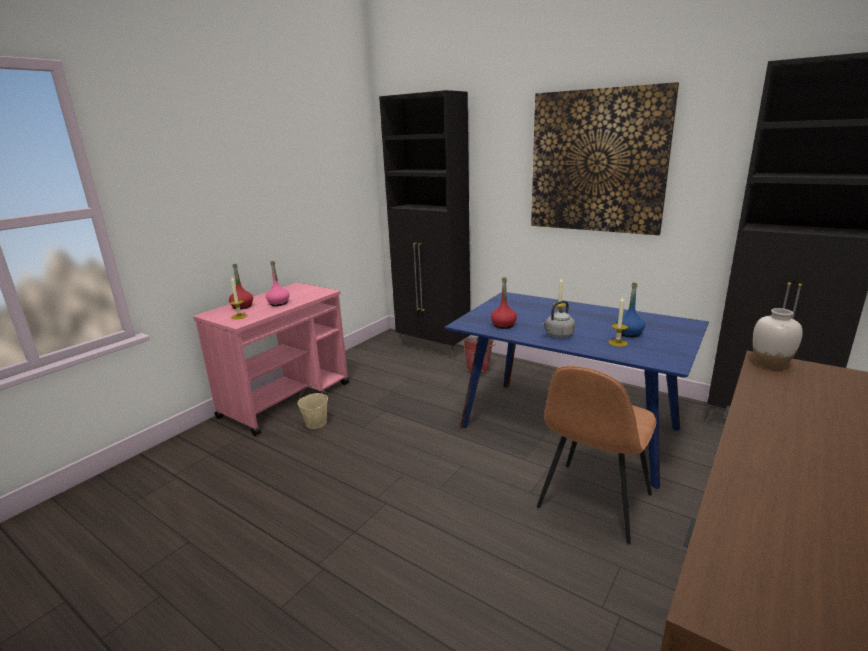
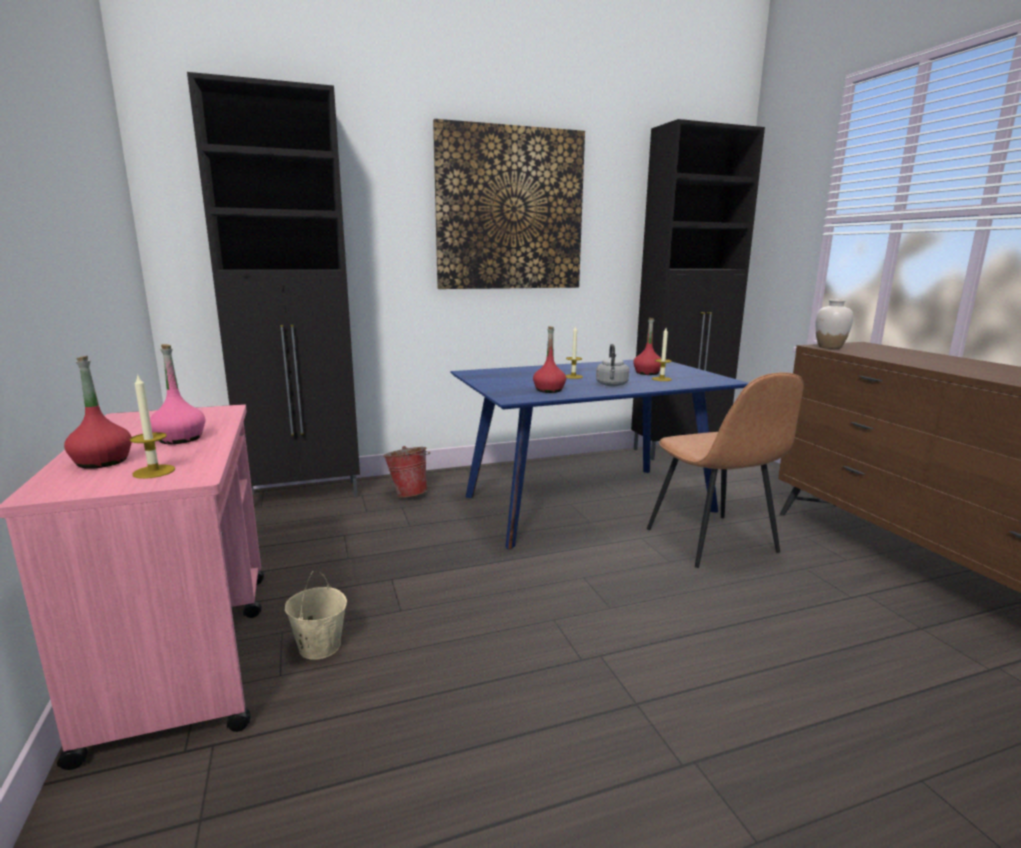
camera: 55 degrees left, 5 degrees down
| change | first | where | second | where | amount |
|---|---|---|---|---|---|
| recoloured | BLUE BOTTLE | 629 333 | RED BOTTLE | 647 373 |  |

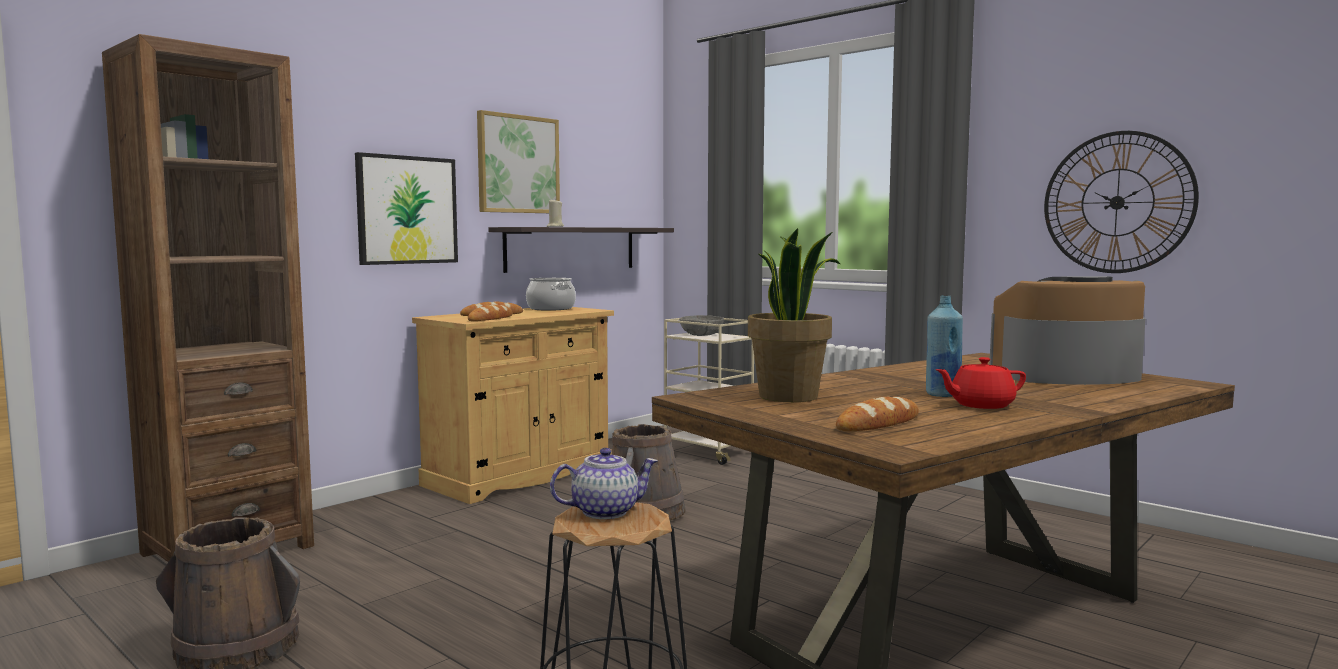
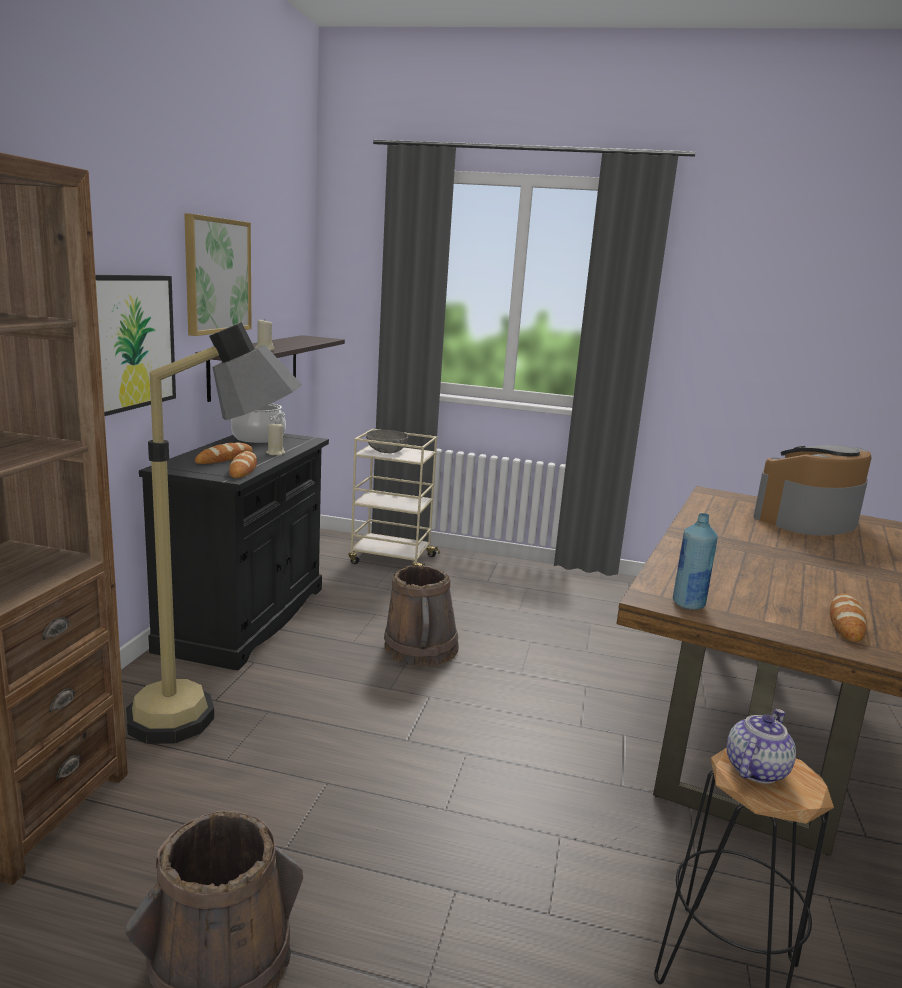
camera: 30 degrees left, 10 degrees up
| change | first | where | second | where | amount |
|---|---|---|---|---|---|
| added |  |  | FLOOR LAMP | 211 718 |  |
| recoloured | BEIGE CABINET | 520 475 | BLACK CABINET | 245 618 |  |
| added |  |  | BEIGE CANDLE | 275 453 |  |
| moved | BLUE BOTTLE | 942 394 |  | 688 604 |  |
| removed | POTTED PLANT | 790 396 |  |  |  |
| removed | RED TEAPOT | 980 405 |  |  |  |
| removed | WALL CLOCK | 1117 202 |  |  |  |

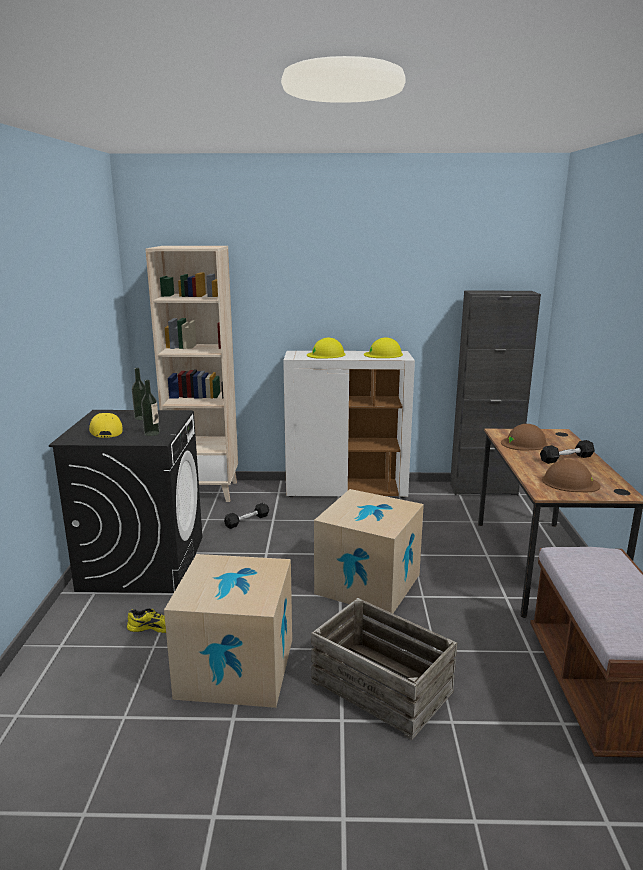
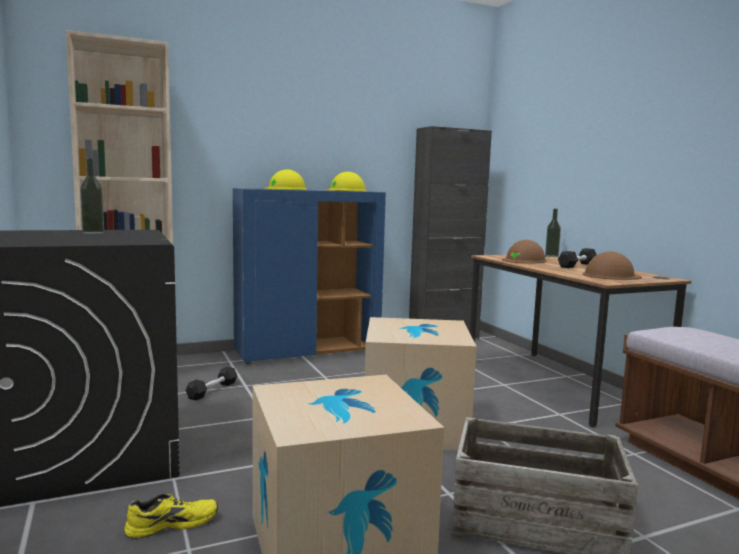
camera: 25 degrees left, 10 degrees down
| change | first | where | second | where | amount |
|---|---|---|---|---|---|
| recoloured | WHITE CABINET | 347 490 | BLUE CABINET | 308 351 |  |
| moved | BOTTLE | 152 433 |  | 551 256 |  |
| removed | YELLOW CAP | 106 431 |  |  |  |

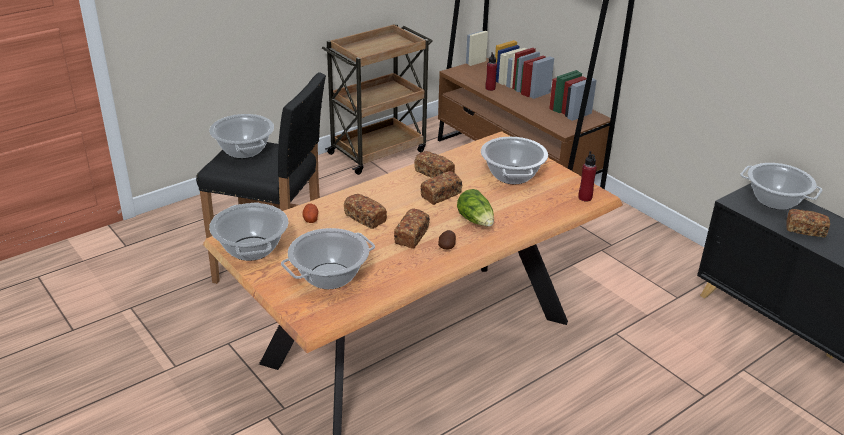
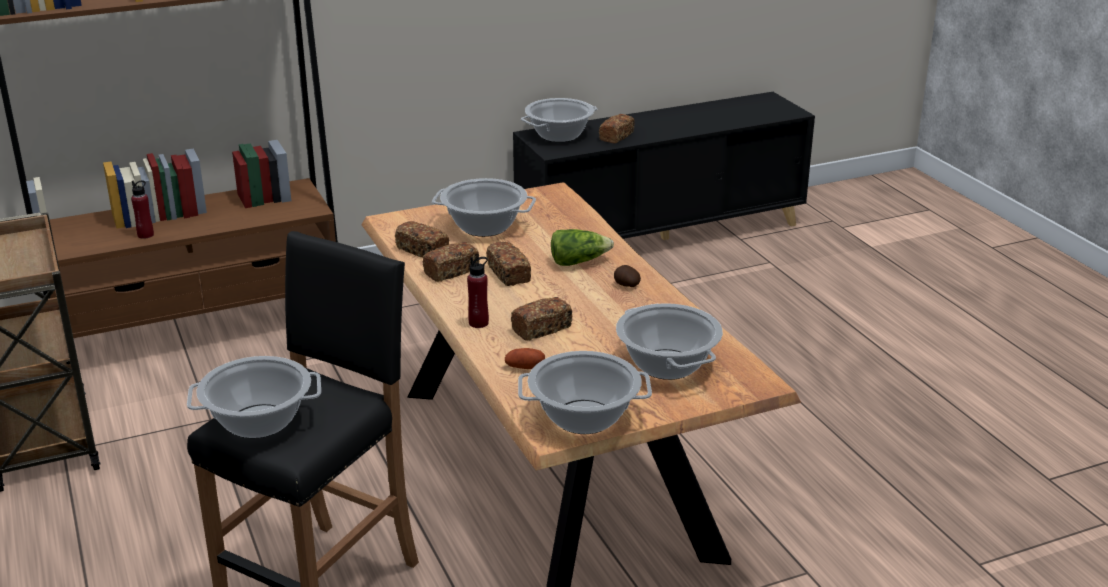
camera: 75 degrees left, 5 degrees down
| change | first | where | second | where | amount |
|---|---|---|---|---|---|
| moved | BREAD | 412 236 |  | 422 250 |  |
| moved | RED BOTTLE | 585 197 |  | 478 323 |  |

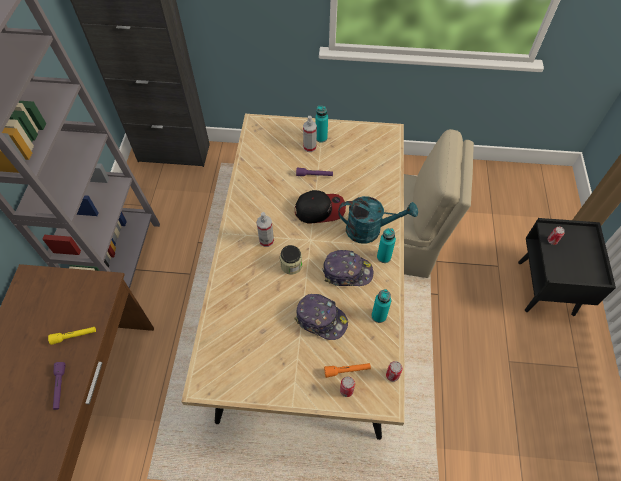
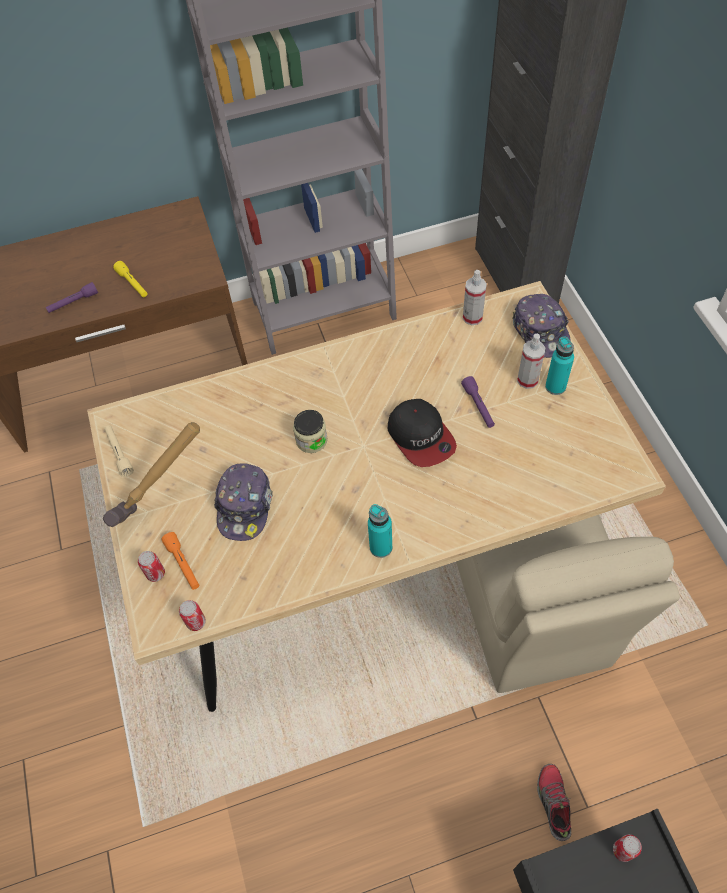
camera: 70 degrees right, 0 degrees up
| change | first | where | second | where | amount |
|---|---|---|---|---|---|
| added |  |  | HAMMER | 166 503 |  |
| added |  |  | BEIGE FLASHLIGHT | 119 453 |  |
| moved | SPRAY BOTTLE | 266 241 |  | 472 317 |  |
| moved | CAP | 347 272 |  | 541 331 |  |
| added |  |  | SHOE | 553 802 |  |
| removed | TURQUOISE WATERING CAN | 370 230 |  |  |  |
| removed | TURQUOISE BOTTLE | 379 316 |  |  |  |

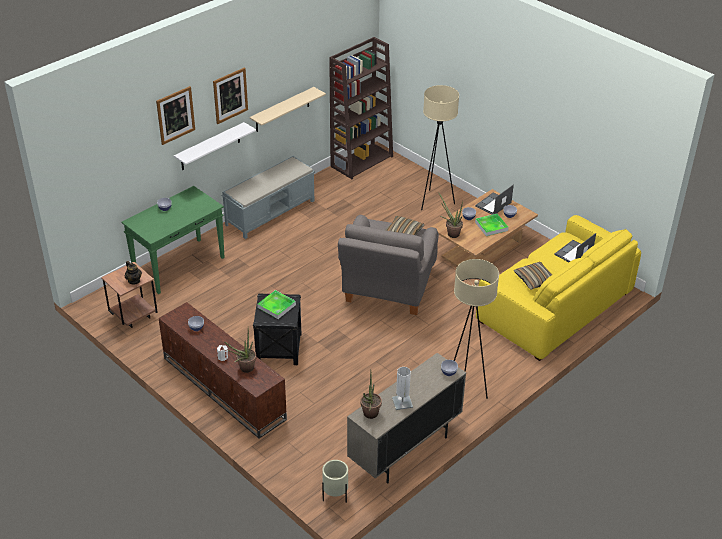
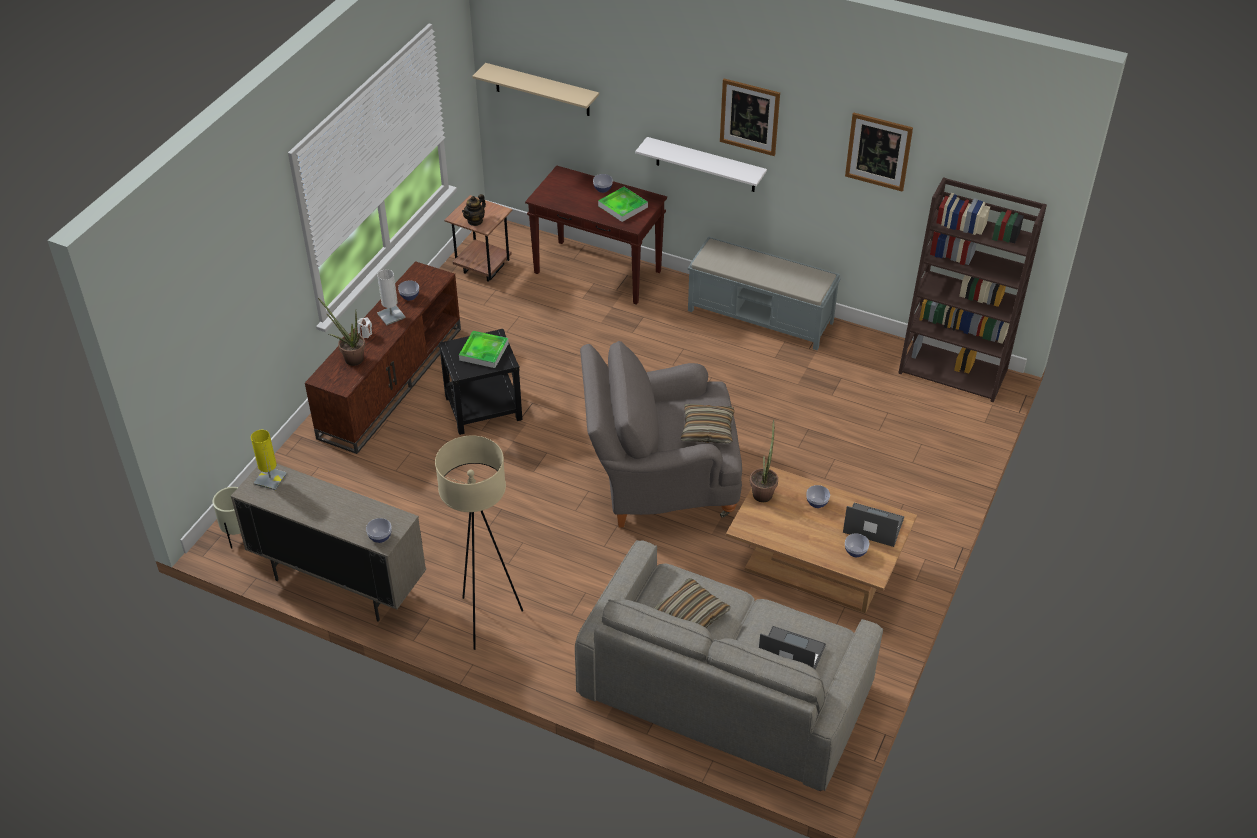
camera: 70 degrees right, 5 degrees up
| change | first | where | second | where | amount |
|---|---|---|---|---|---|
| replaced | POTTED PLANT | 369 415 | YELLOW TABLE LAMP | 270 479 |  |
| moved | WHITE TABLE LAMP | 402 402 |  | 391 315 |  |
| moved | BEIGE SHELF | 282 110 |  | 542 90 |  |
| recoloured | GREEN CONSOLE TABLE | 179 266 | BROWN CONSOLE TABLE | 599 272 |  |
| recoloured | YELLOW SOFA | 555 307 | GREY SOFA | 724 692 |  |
| moved | TRAY | 491 226 |  | 623 206 |  |
| moved | PICTURE | 175 115 |  | 878 151 |  |
| removed | BEIGE FLOOR LAMP | 434 201 |  |  |  |

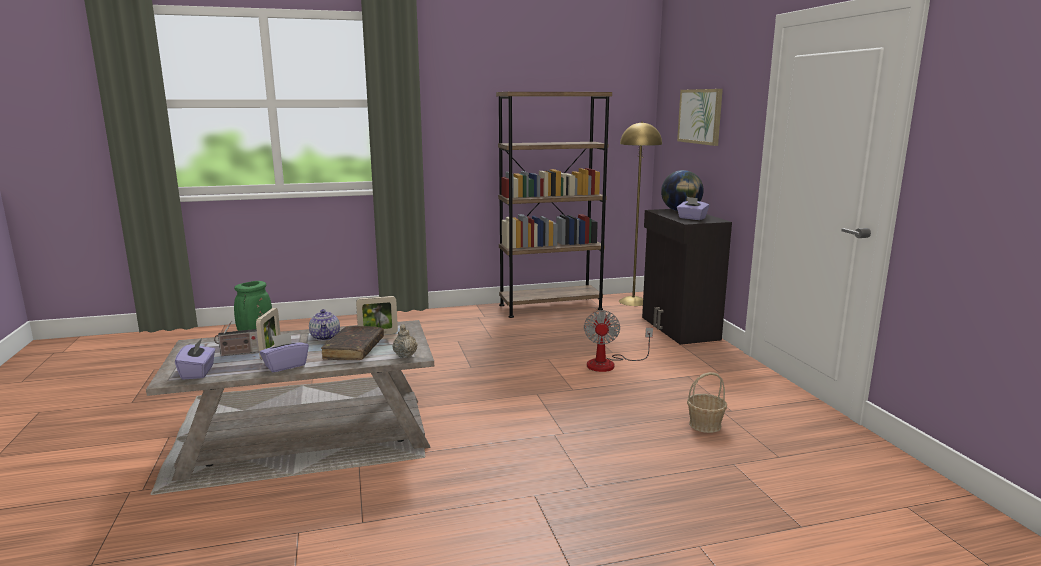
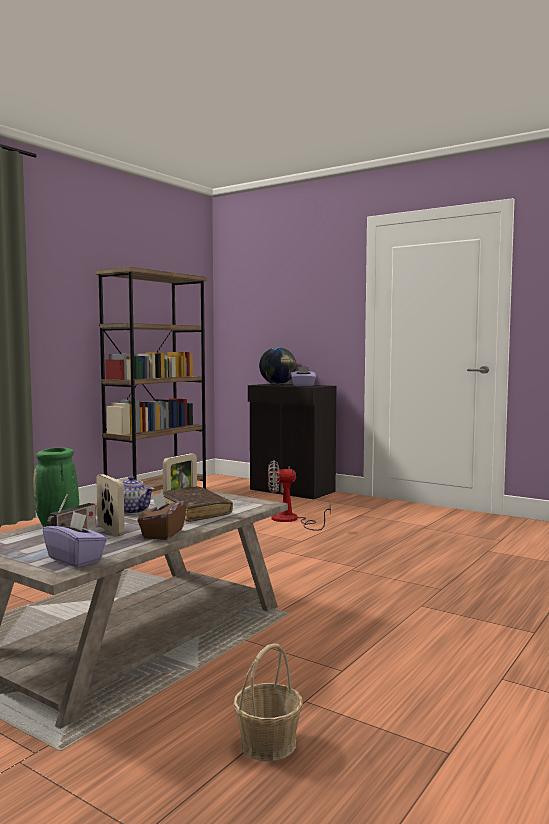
camera: 40 degrees left, 10 degrees down
| change | first | where | second | where | amount |
|---|---|---|---|---|---|
| recoloured | PURPLE TISSUE BOX | 285 366 | BROWN TISSUE BOX | 162 534 |  |
| moved | BASKET | 705 425 |  | 268 743 |  |
| turned | FAN | 609 364 |  | 291 520 | 120 degrees clockwise |
| removed | BEIGE TEAPOT | 405 355 |  |  |  |
| removed | YELLOW FLOOR LAMP | 633 301 |  |  |  |
| removed | PICTURE | 700 116 |  |  |  |

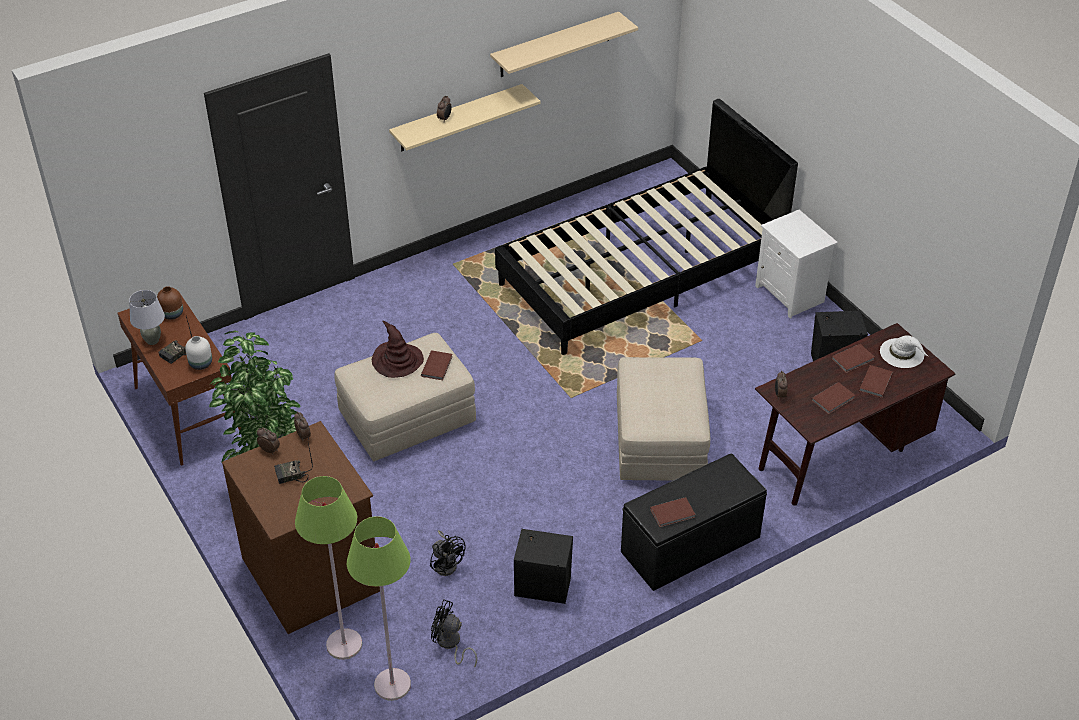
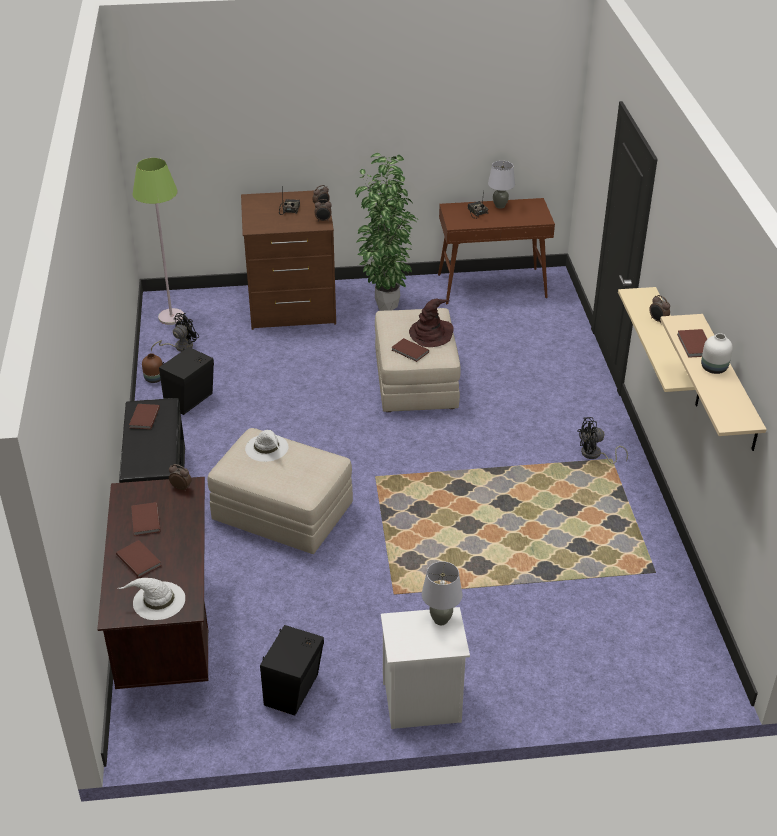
camera: 115 degrees right, 5 degrees down
| change | first | where | second | where | amount |
|---|---|---|---|---|---|
| moved | BROWN VASE | 172 313 |  | 154 379 |  |
| added |  |  | WHITE HAT | 267 448 |  |
| added |  |  | GREY TABLE LAMP | 440 620 |  |
| moved | BLACK FAN | 447 563 |  | 595 455 |  |
| moved | BROWN BOOK | 853 359 |  | 694 345 |  |
| moved | WHITE VASE | 200 364 |  | 713 368 |  |
| removed | GREEN FLOOR LAMP | 344 645 |  |  |  |
| removed | BLACK BED | 641 274 |  |  |  |

